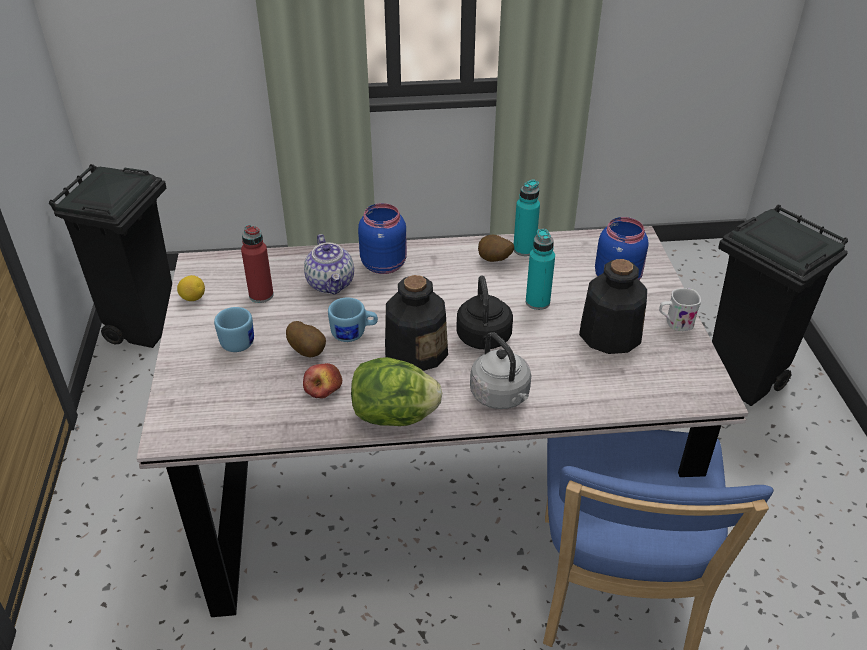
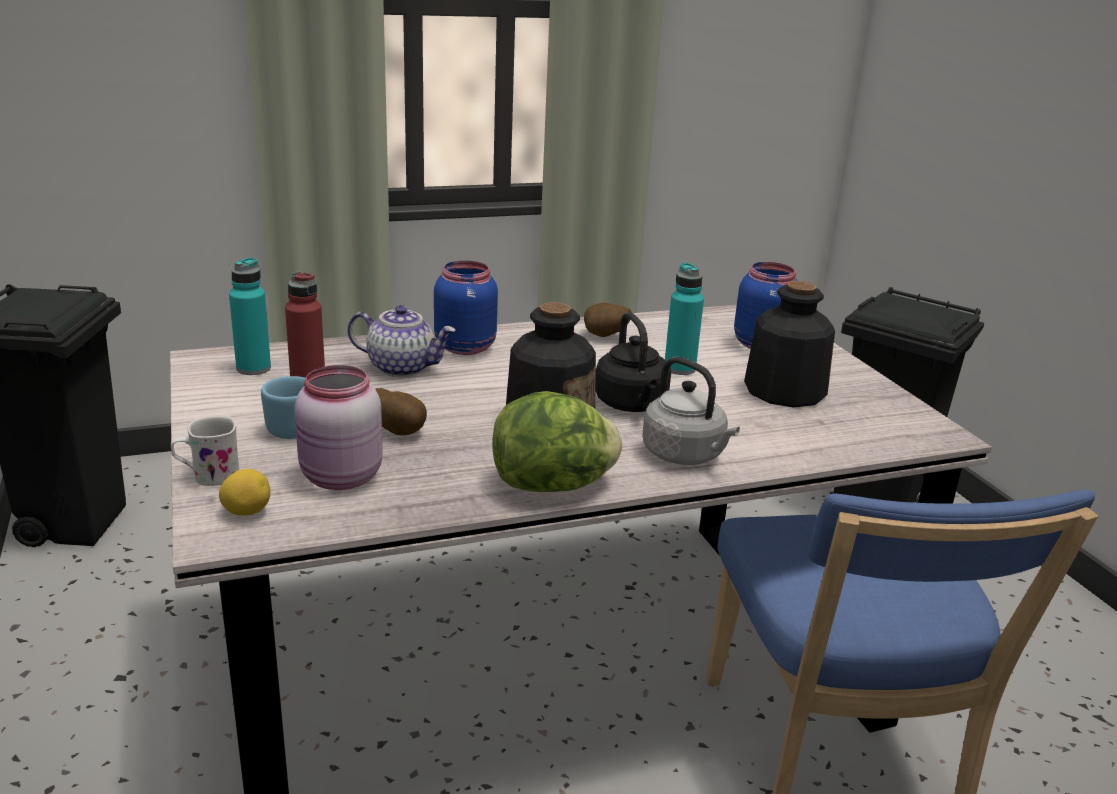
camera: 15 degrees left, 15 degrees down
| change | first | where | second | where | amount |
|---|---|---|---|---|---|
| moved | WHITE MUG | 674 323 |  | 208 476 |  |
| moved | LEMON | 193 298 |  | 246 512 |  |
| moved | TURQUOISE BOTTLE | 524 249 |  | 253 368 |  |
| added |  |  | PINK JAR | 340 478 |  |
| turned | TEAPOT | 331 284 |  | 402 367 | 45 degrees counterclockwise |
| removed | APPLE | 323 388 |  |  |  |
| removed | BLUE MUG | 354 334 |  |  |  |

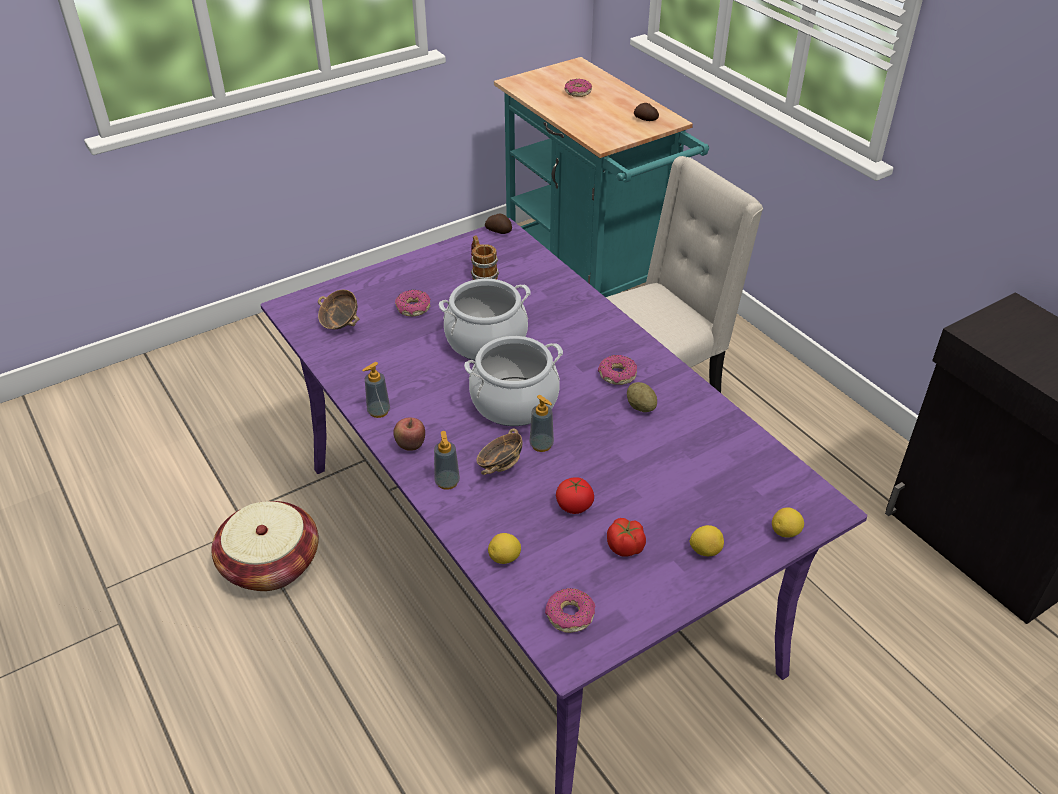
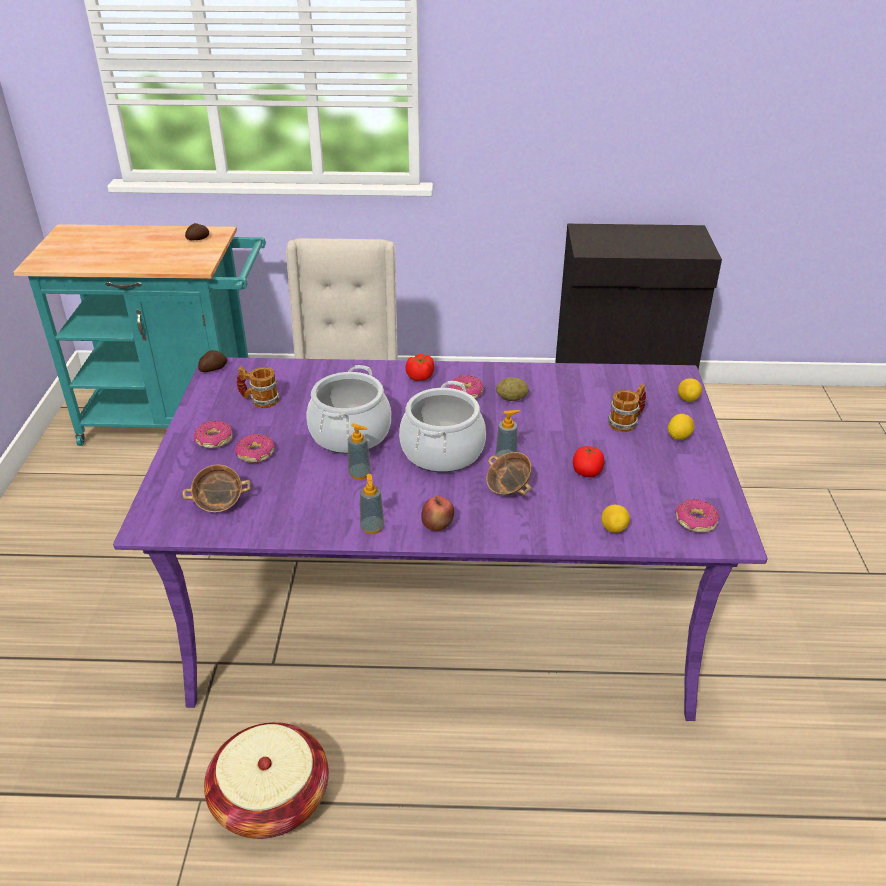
camera: 55 degrees left, 5 degrees down
| change | first | where | second | where | amount |
|---|---|---|---|---|---|
| moved | DONUT | 577 92 |  | 214 440 |  |
| moved | SOAP DISPENSER | 447 482 |  | 360 474 |  |
| moved | TOMATO | 625 547 |  | 420 377 |  |
| added |  |  | MUG | 627 422 |  |

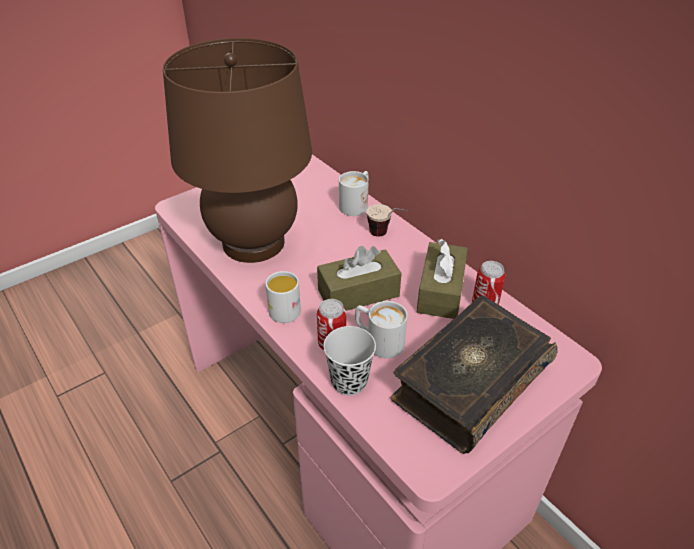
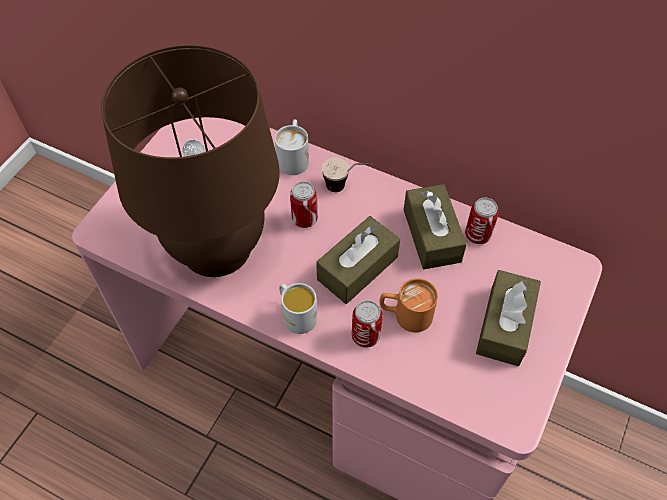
camera: 25 degrees left, 15 degrees up
| change | first | where | second | where | amount |
|---|---|---|---|---|---|
| added |  |  | CAN | 304 219 |  |
| recoloured | WHITE MUG | 378 341 | ORANGE MUG | 405 315 |  |
| replaced | BOOK | 469 382 | BROWN TISSUE BOX | 504 325 |  |
| removed | BLACK CUP | 349 381 |  |  |  |

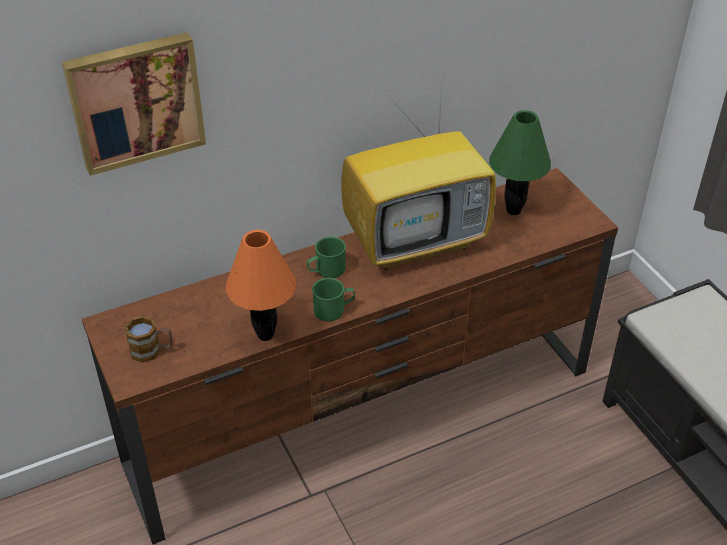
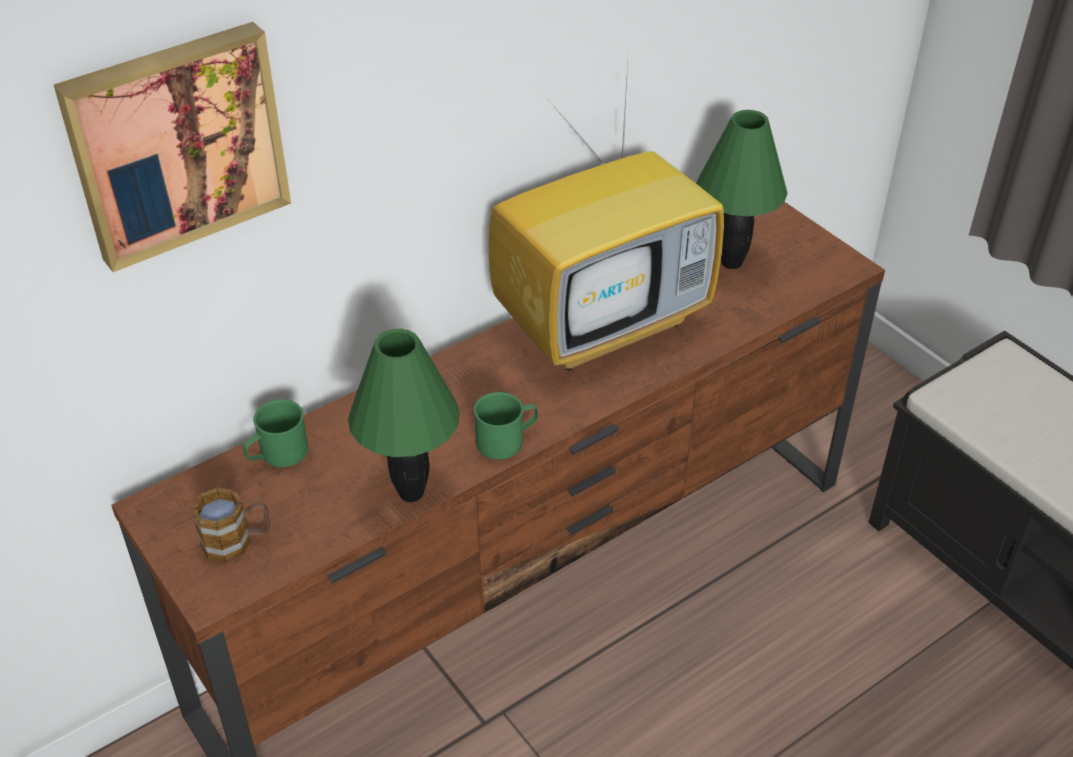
camera: 10 degrees left, 0 degrees up
| change | first | where | second | where | amount |
|---|---|---|---|---|---|
| moved | GREEN MUG | 326 270 |  | 277 455 |  |
| recoloured | ORANGE TABLE LAMP | 266 335 | GREEN TABLE LAMP | 412 492 |  |

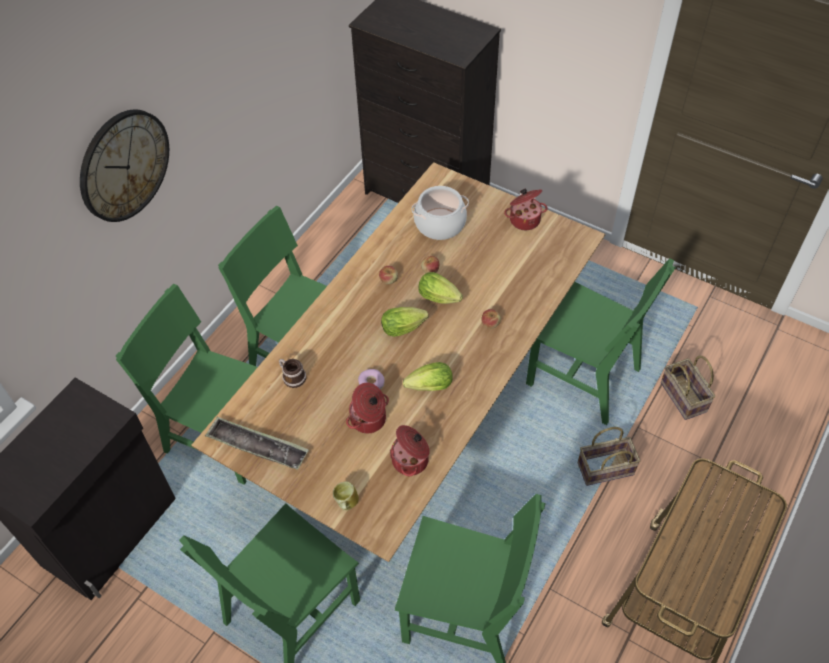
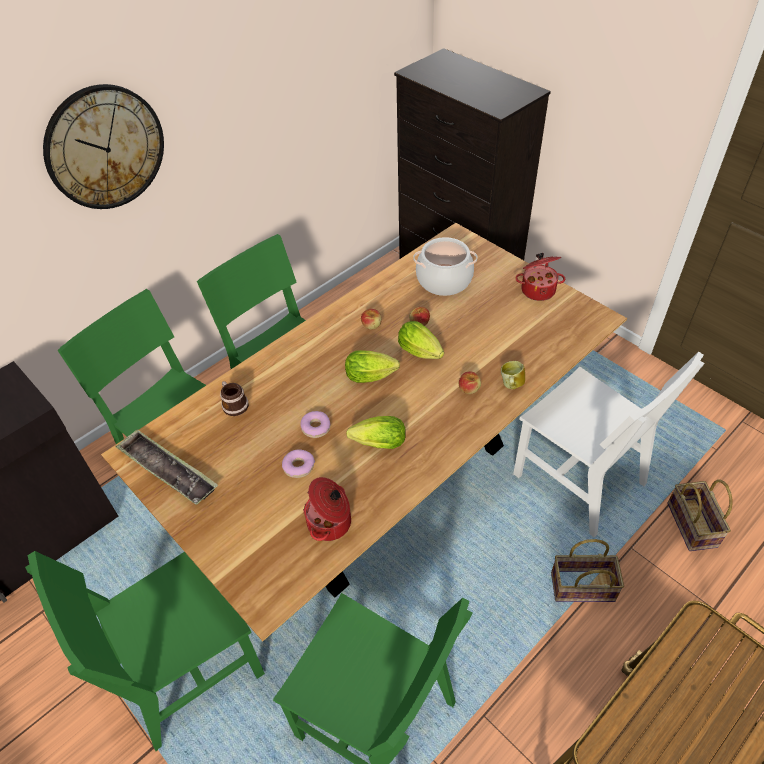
camera: 15 degrees right, 5 degrees down
| change | first | where | second | where | amount |
|---|---|---|---|---|---|
| replaced | COOKING POT | 369 420 | DONUT | 299 466 |  |
| moved | MUG | 346 504 |  | 510 385 |  |
| recoloured | GREEN CHAIR | 583 377 | WHITE CHAIR | 579 480 |  |

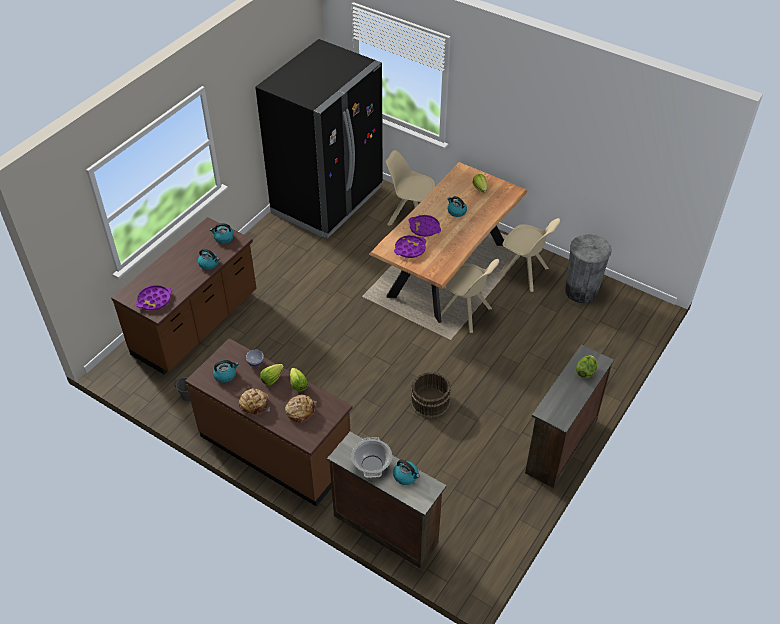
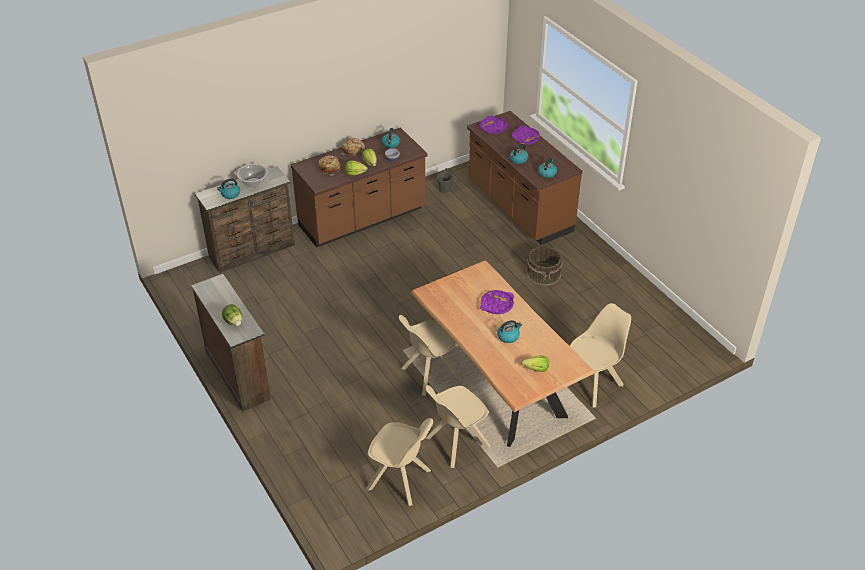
camera: 115 degrees right, 5 degrees down
| change | first | where | second | where | amount |
|---|---|---|---|---|---|
| replaced | GREY TRASH CAN | 581 291 | BEIGE CHAIR | 400 480 |  |
| moved | PURPLE TRAY | 410 249 |  | 525 138 |  |
| moved | BROWN BUCKET | 430 401 |  | 544 273 |  |
| removed | BLACK FRIDGE | 328 200 |  |  |  |

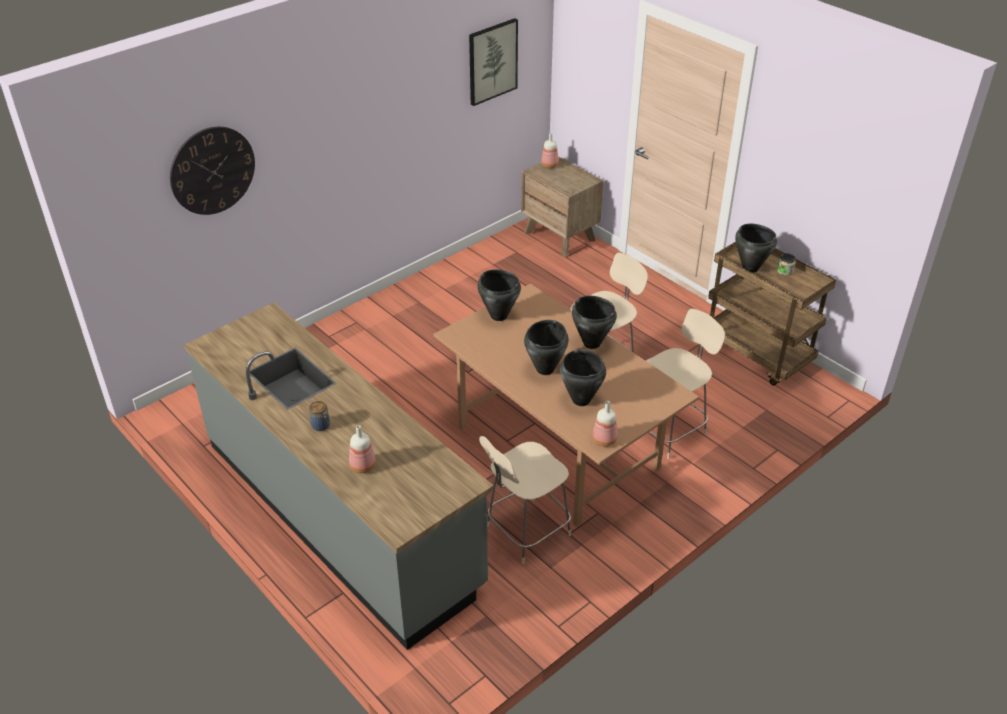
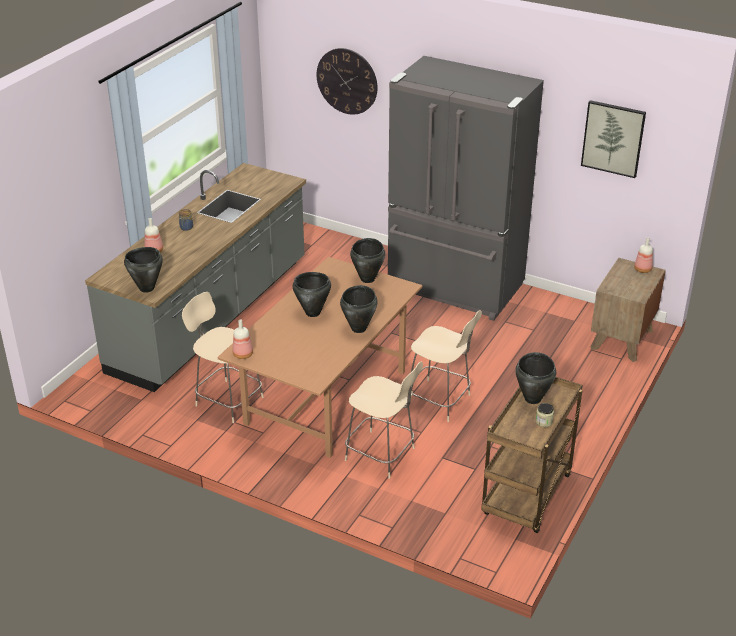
camera: 70 degrees right, 5 degrees down
| change | first | where | second | where | amount |
|---|---|---|---|---|---|
| moved | BLACK COOKING POT | 581 400 |  | 146 288 |  |
| added |  |  | GREY FRIDGE | 454 288 |  |

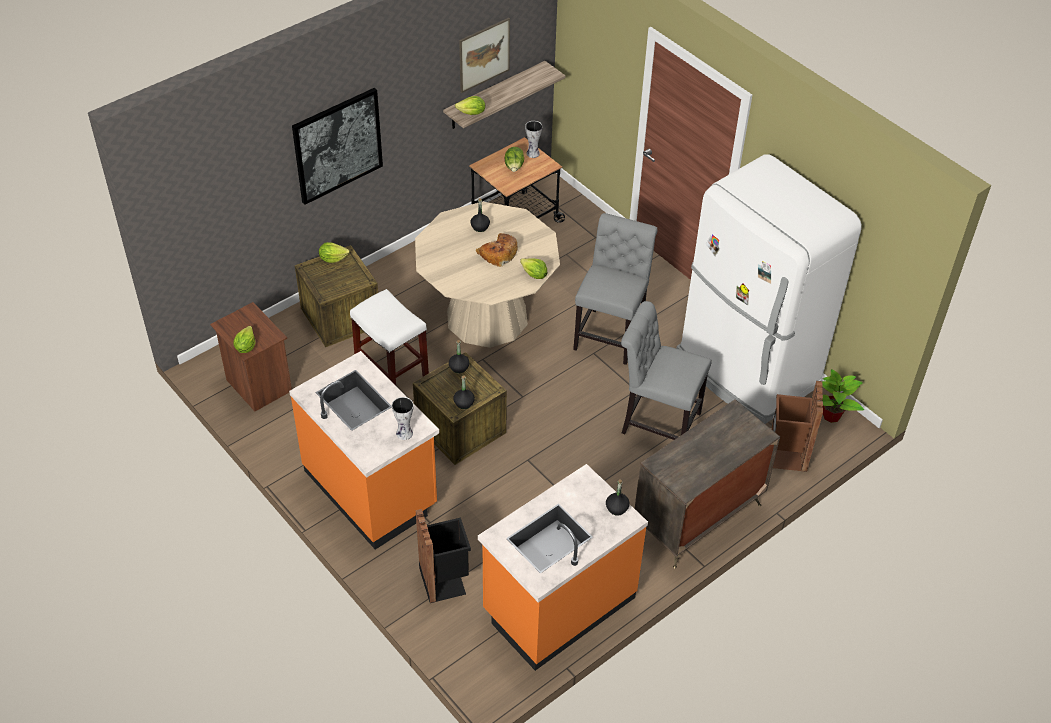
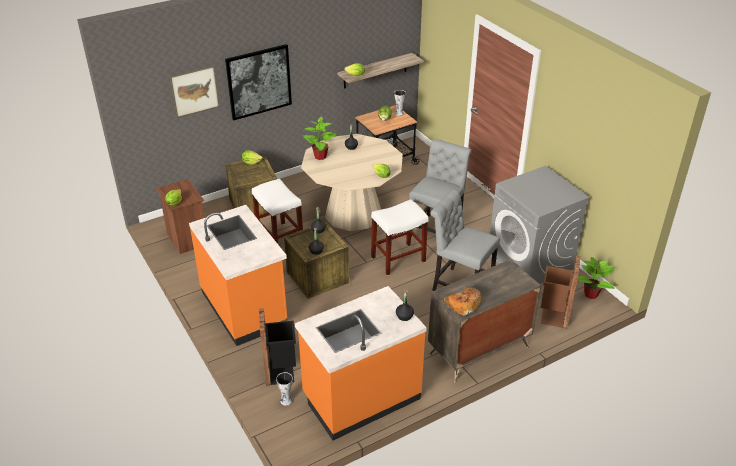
camera: 10 degrees right, 10 degrees down
| change | first | where | second | where | amount |
|---|---|---|---|---|---|
| moved | PICTURE | 484 55 |  | 195 91 |  |
| moved | VASE | 405 433 |  | 287 401 |  |
| added |  |  | POTTED PLANT | 320 156 |  |
| added |  |  | WHITE STOOL | 398 259 |  |
| moved | BREAD | 497 253 |  | 463 304 |  |
| replaced | WHITE FRIDGE | 745 372 | GREY WASHING MACHINE | 530 261 |  |

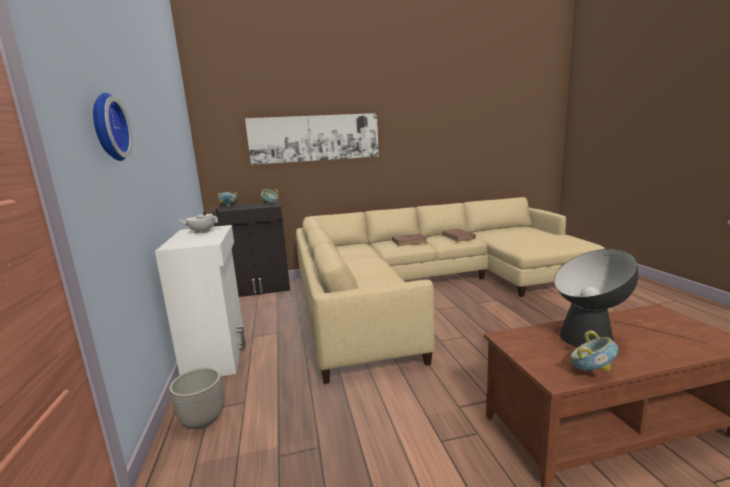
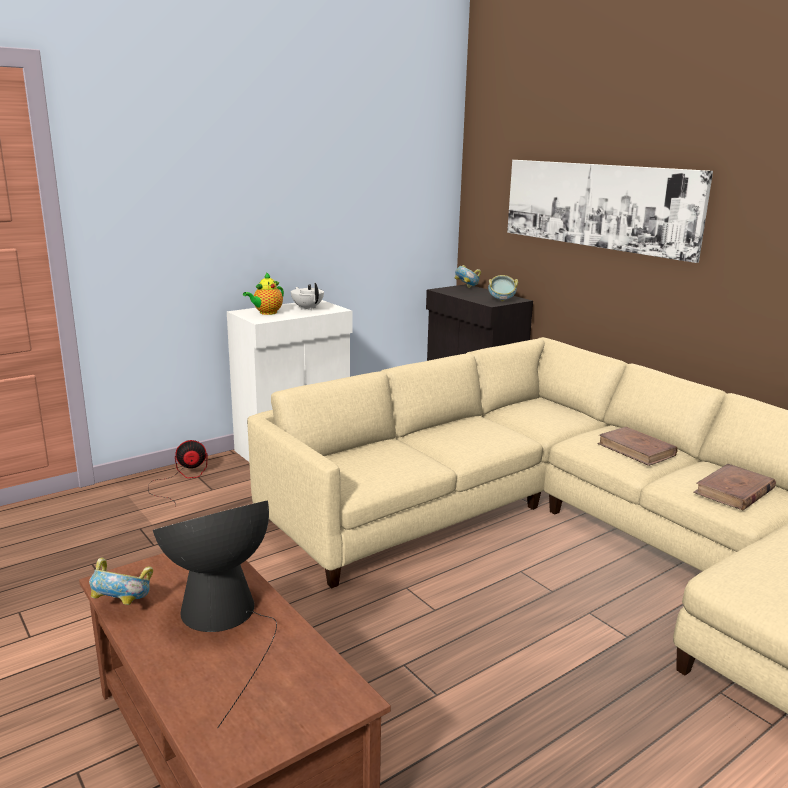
camera: 65 degrees right, 5 degrees up
| change | first | where | second | where | amount |
|---|---|---|---|---|---|
| replaced | PLANTER | 202 420 | FAN | 181 479 |  |
| added |  |  | TEAPOT | 266 313 |  |
| removed | WALL CLOCK | 106 127 |  |  |  |

